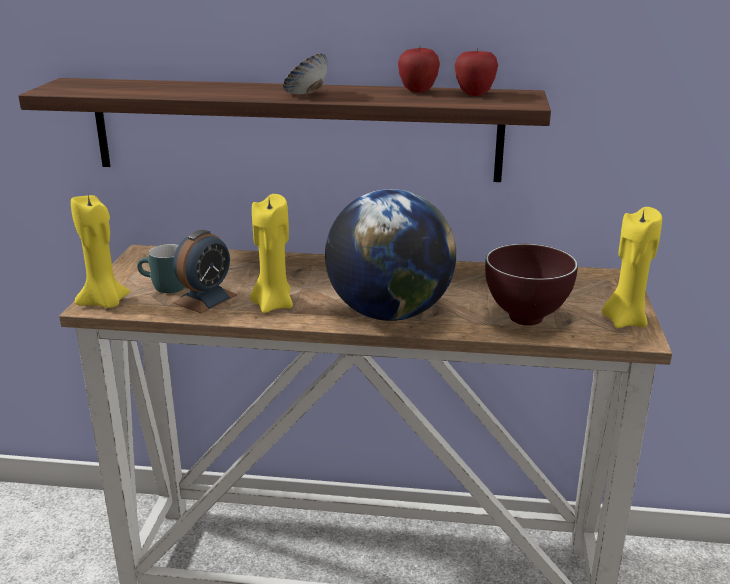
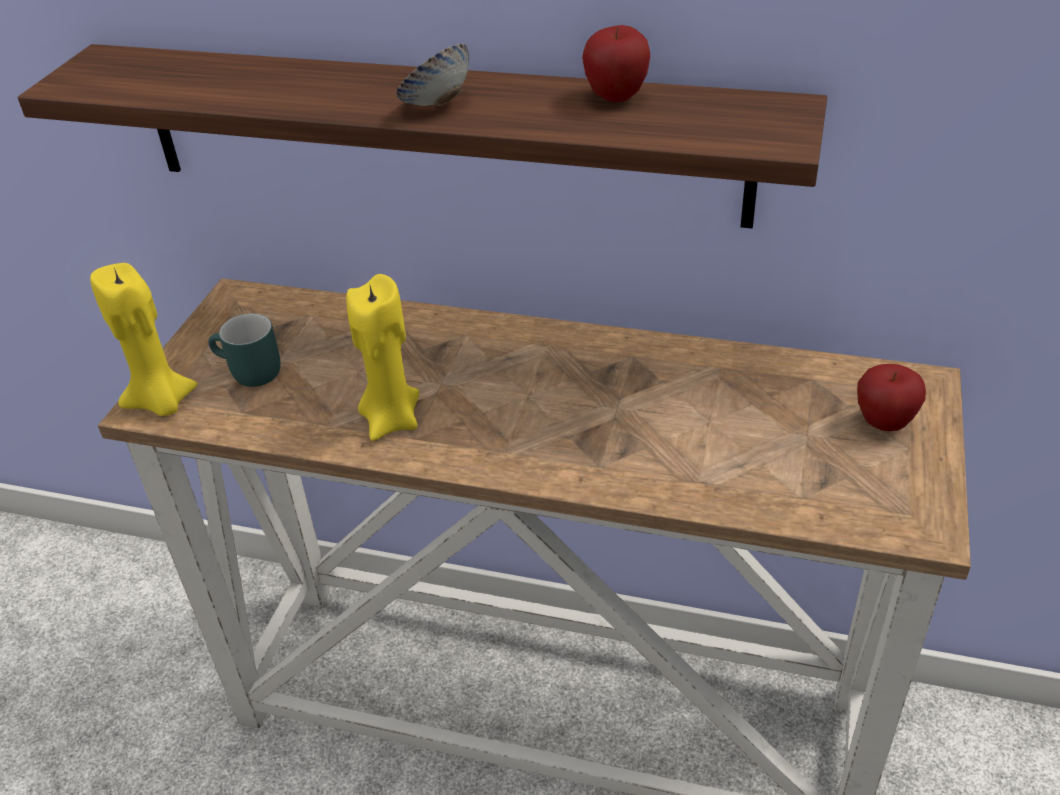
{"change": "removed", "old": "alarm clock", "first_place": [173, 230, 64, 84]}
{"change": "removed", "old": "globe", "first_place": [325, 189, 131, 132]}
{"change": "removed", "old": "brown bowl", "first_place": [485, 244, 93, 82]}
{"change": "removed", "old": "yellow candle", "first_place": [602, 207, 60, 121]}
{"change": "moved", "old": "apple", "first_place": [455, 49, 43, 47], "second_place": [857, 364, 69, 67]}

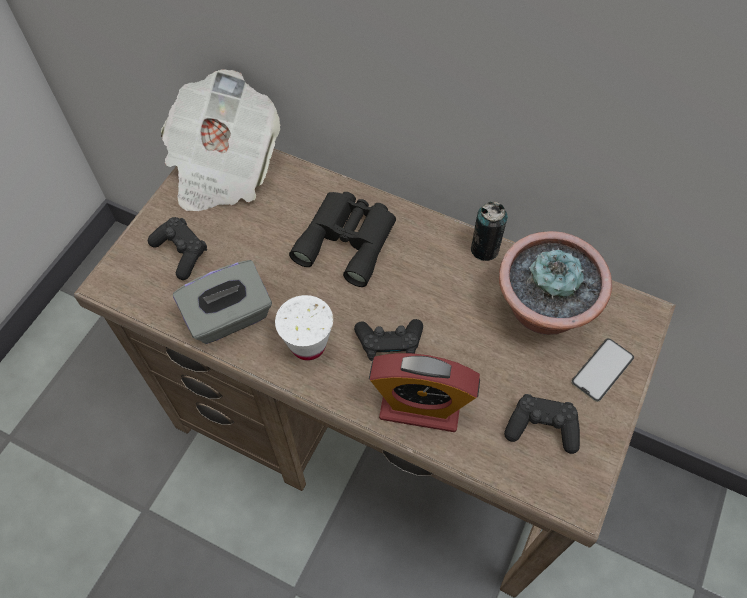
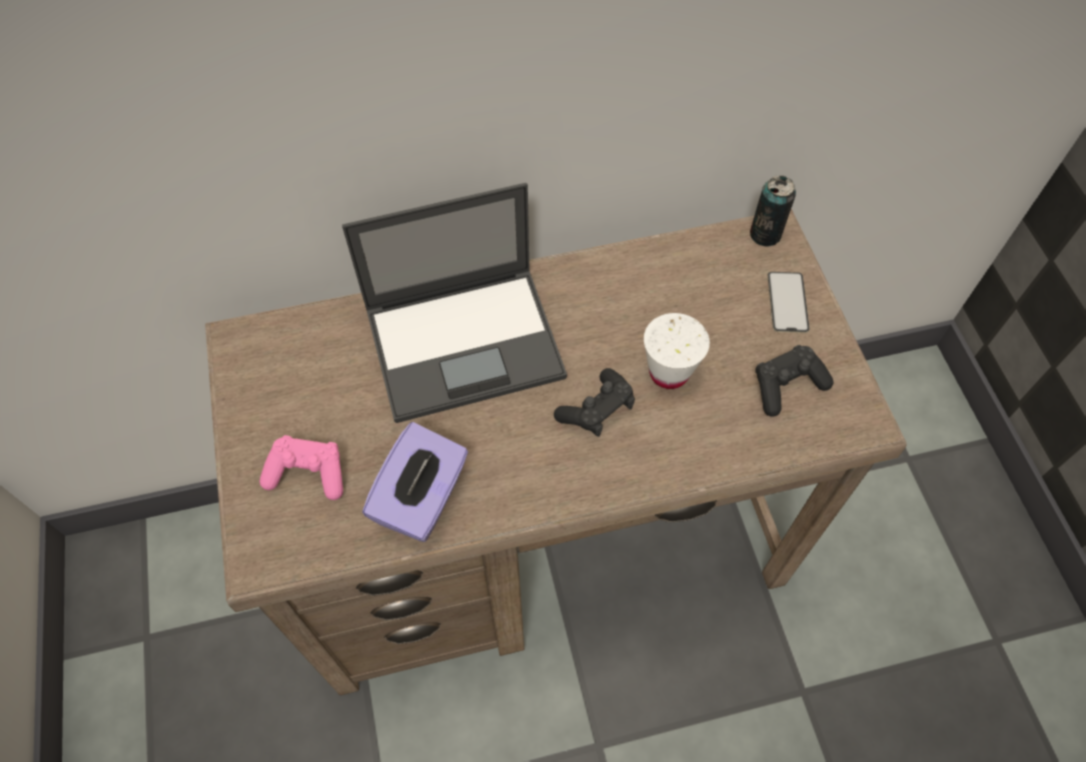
{"change": "removed", "old": "newspaper", "first_place": [161, 69, 119, 142]}
{"change": "removed", "old": "alarm clock", "first_place": [369, 353, 111, 79]}
{"change": "removed", "old": "potted plant", "first_place": [499, 231, 113, 104]}
{"change": "moved", "old": "white cup", "first_place": [275, 295, 58, 66], "second_place": [644, 313, 66, 76]}
{"change": "moved", "old": "can", "first_place": [471, 202, 37, 59], "second_place": [750, 176, 46, 71]}
{"change": "replaced", "old": "black binoculars", "new": "laptop", "first_place": [289, 192, 107, 95], "second_place": [342, 183, 225, 240]}
{"change": "recoloured", "old": "black game controller", "new": "pink game controller", "first_place": [148, 217, 59, 63], "second_place": [259, 435, 84, 65]}
{"change": "recoloured", "old": "grey tissue box", "new": "purple tissue box", "first_place": [173, 260, 99, 84], "second_place": [362, 422, 106, 120]}

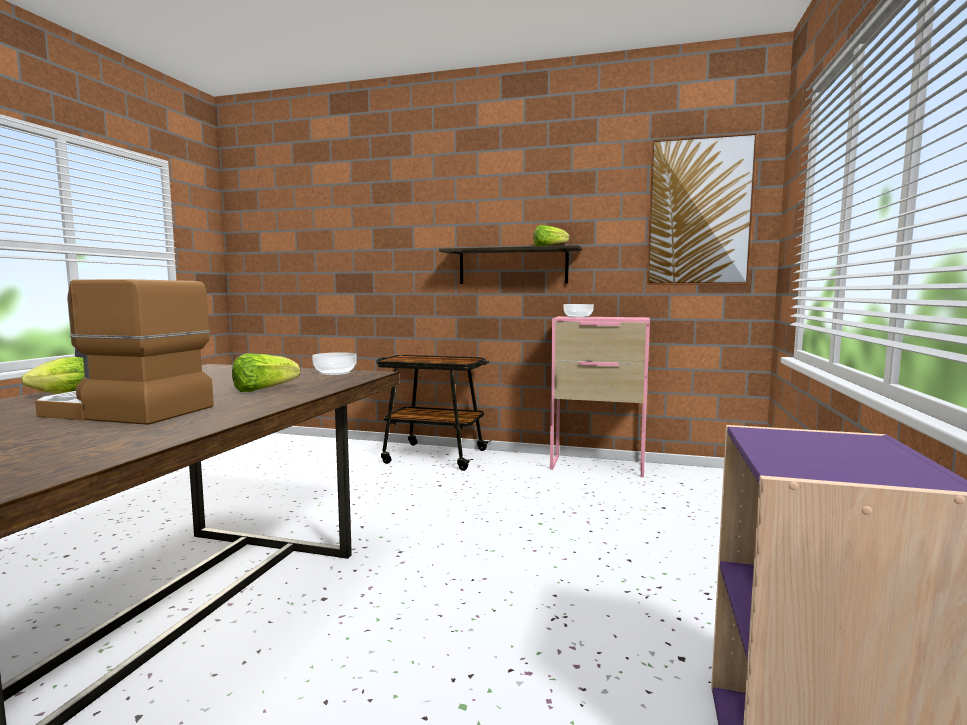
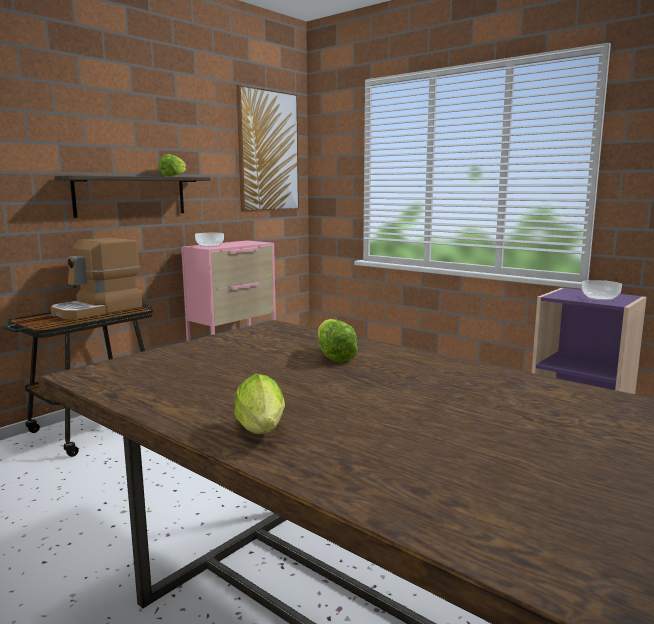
{"change": "moved", "old": "coffee machine", "first_place": [35, 279, 179, 146], "second_place": [51, 238, 91, 81]}
{"change": "moved", "old": "bowl", "first_place": [312, 352, 45, 23], "second_place": [582, 280, 40, 21]}

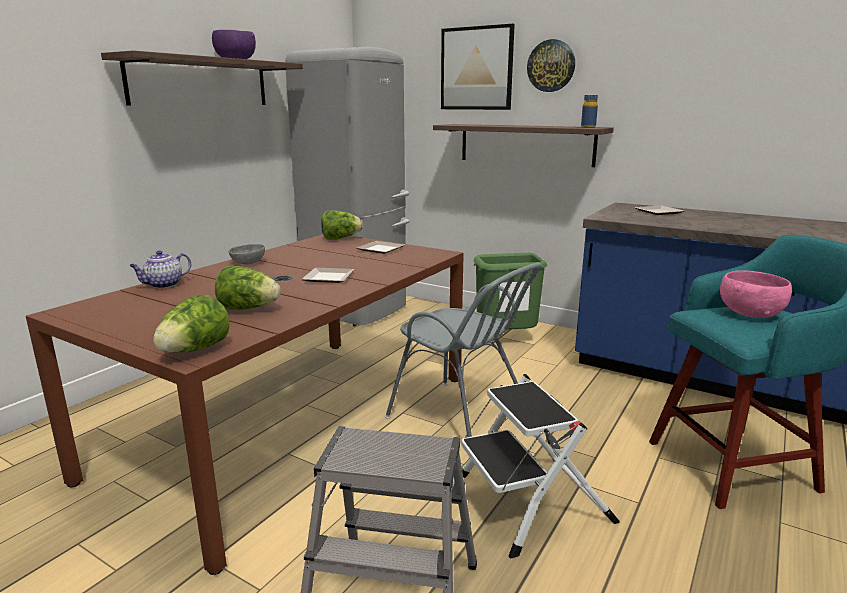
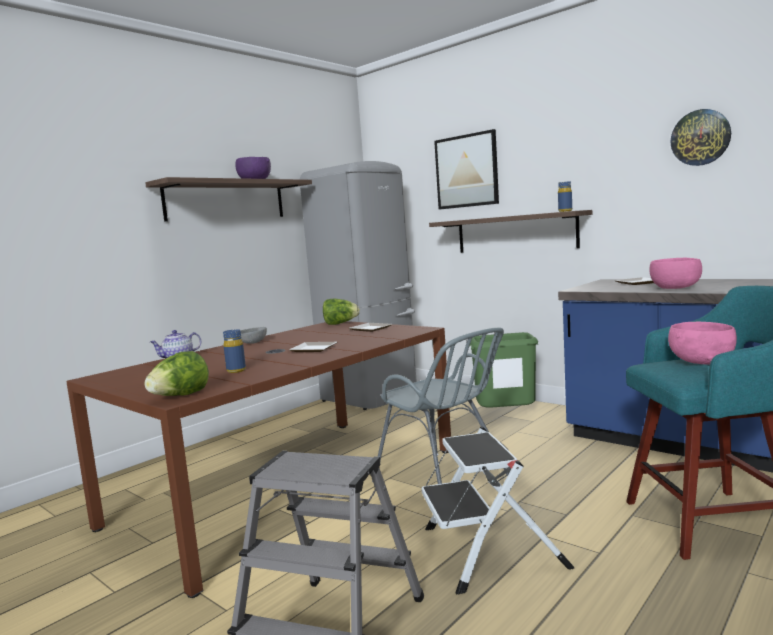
{"change": "added", "new": "pink bowl", "second_place": [649, 258, 53, 31]}
{"change": "moved", "old": "wall clock", "first_place": [527, 39, 48, 53], "second_place": [670, 109, 61, 57]}
{"change": "replaced", "old": "lettuce", "new": "blue bottle", "first_place": [215, 266, 66, 44], "second_place": [223, 329, 23, 44]}

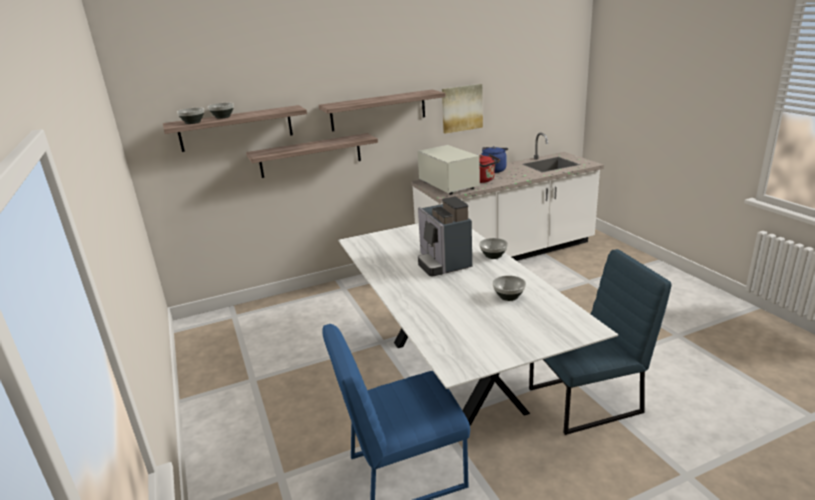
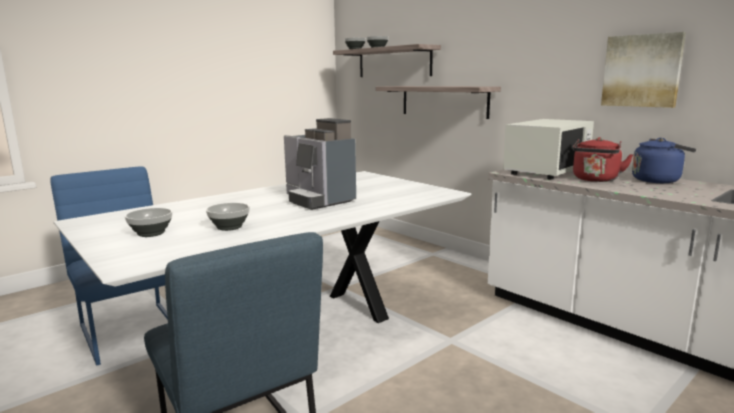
{"change": "removed", "old": "shelf", "first_place": [319, 89, 127, 42]}
{"change": "moved", "old": "bowl", "first_place": [479, 238, 29, 21], "second_place": [125, 208, 47, 29]}
{"change": "turned", "old": "coffee machine", "first_place": [418, 197, 54, 80], "second_place": [284, 118, 72, 92], "degrees": -90}

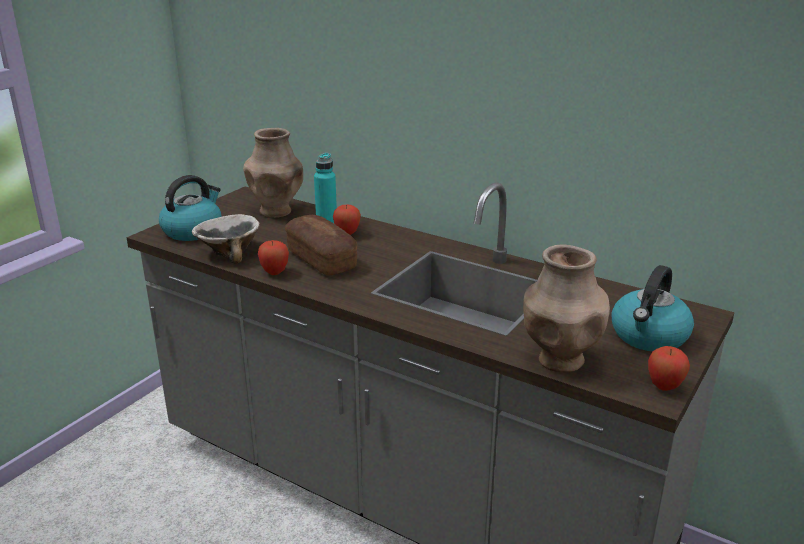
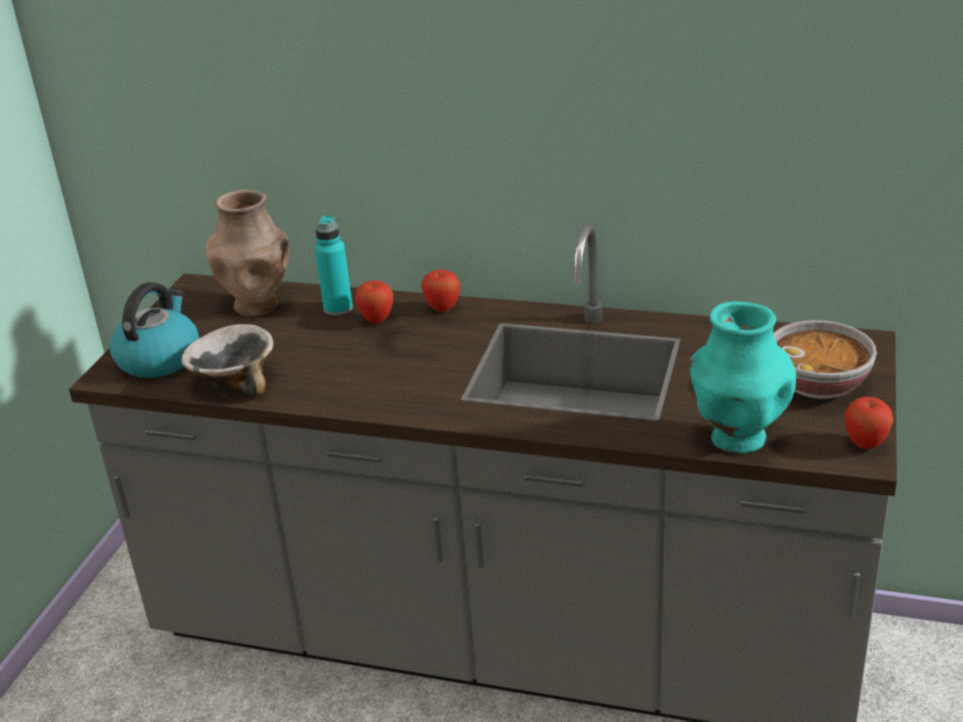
{"change": "removed", "old": "bread", "first_place": [285, 215, 72, 61]}
{"change": "moved", "old": "apple", "first_place": [258, 240, 31, 35], "second_place": [421, 270, 39, 42]}
{"change": "replaced", "old": "kettle", "new": "bowl", "first_place": [611, 265, 83, 86], "second_place": [773, 320, 104, 79]}
{"change": "recoloured", "old": "brown vase", "new": "turquoise vase", "first_place": [523, 244, 87, 129], "second_place": [689, 301, 107, 153]}

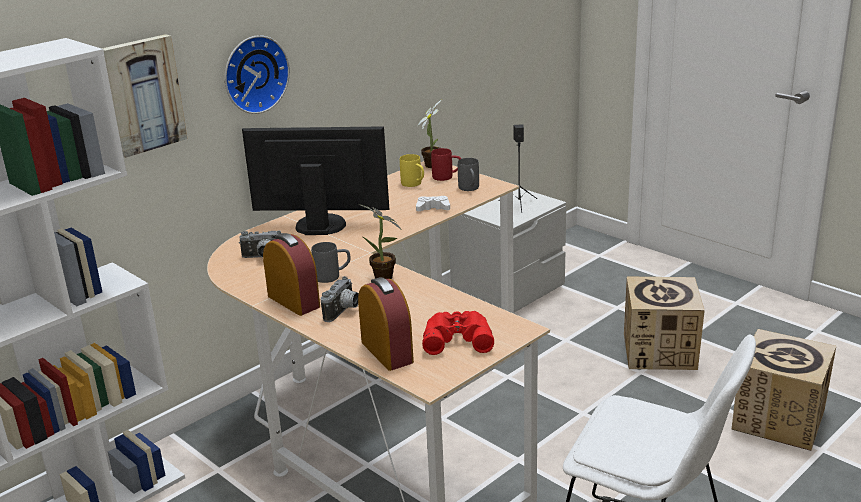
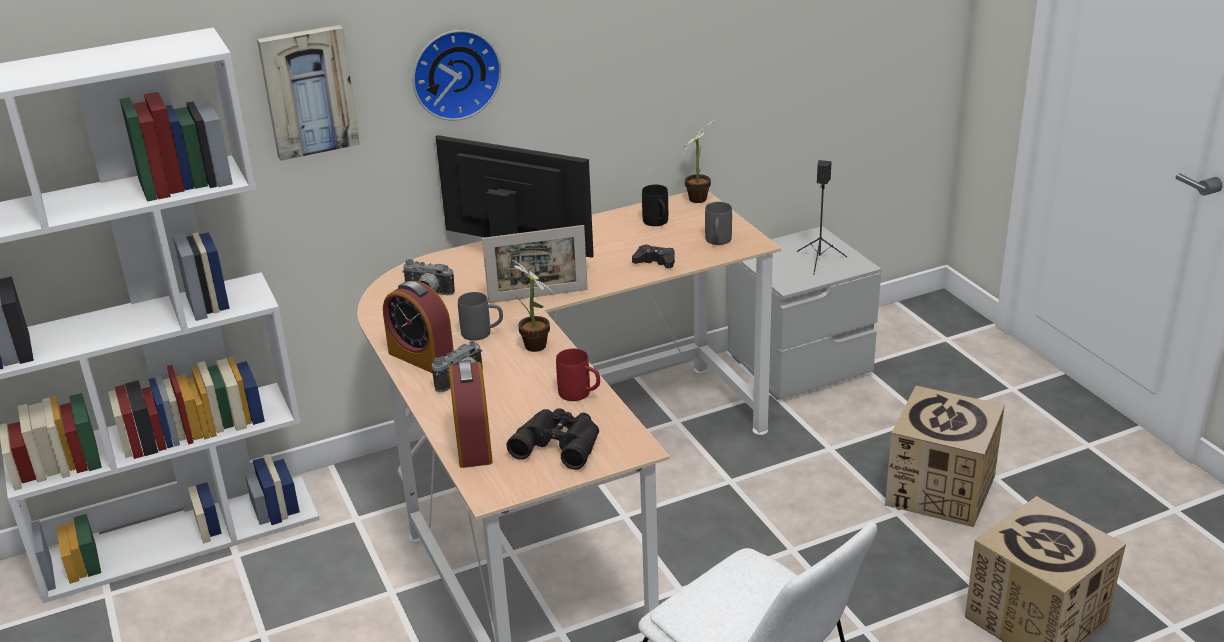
{"change": "added", "new": "picture frame", "second_place": [482, 225, 106, 78]}
{"change": "moved", "old": "red mug", "first_place": [431, 148, 30, 33], "second_place": [556, 349, 44, 52]}
{"change": "recoloured", "old": "yellow mug", "new": "black mug", "first_place": [400, 154, 24, 33], "second_place": [642, 184, 26, 42]}
{"change": "recoloured", "old": "white game controller", "new": "black game controller", "first_place": [416, 196, 34, 15], "second_place": [632, 244, 43, 24]}
{"change": "recoloured", "old": "red binoculars", "new": "black binoculars", "first_place": [422, 311, 72, 44], "second_place": [507, 409, 92, 61]}
{"change": "turned", "old": "alarm clock", "first_place": [263, 233, 57, 83], "second_place": [383, 281, 71, 92], "degrees": 150}

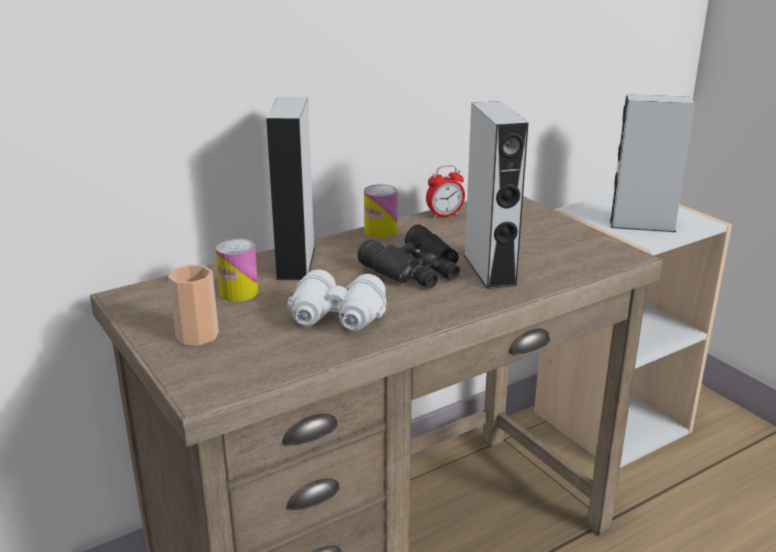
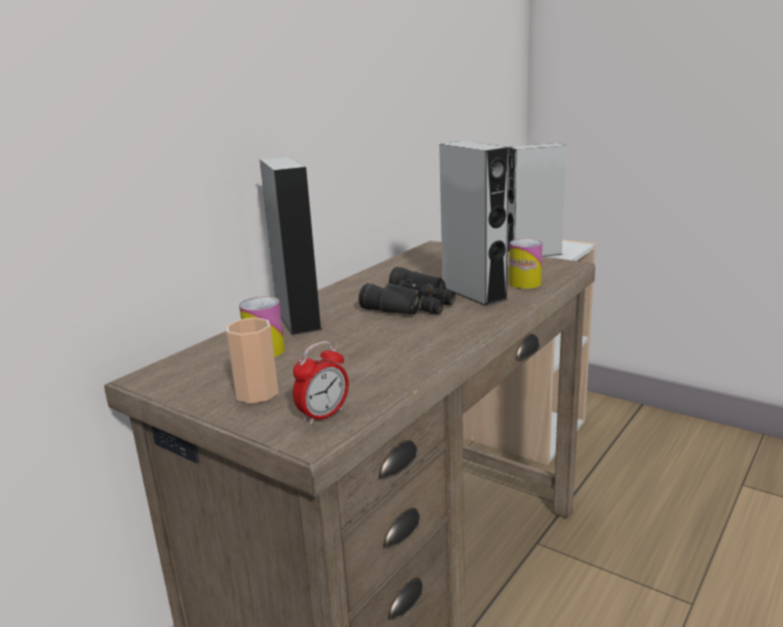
{"change": "removed", "old": "white binoculars", "first_place": [287, 269, 99, 61]}
{"change": "moved", "old": "can", "first_place": [364, 184, 33, 54], "second_place": [509, 238, 33, 51]}
{"change": "moved", "old": "alarm clock", "first_place": [426, 165, 39, 54], "second_place": [293, 341, 56, 84]}

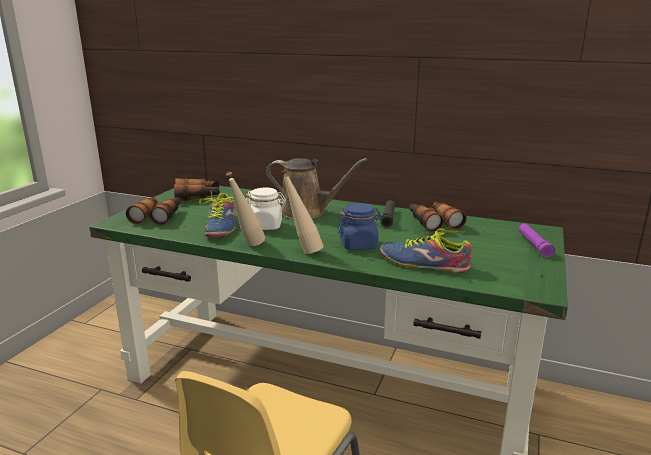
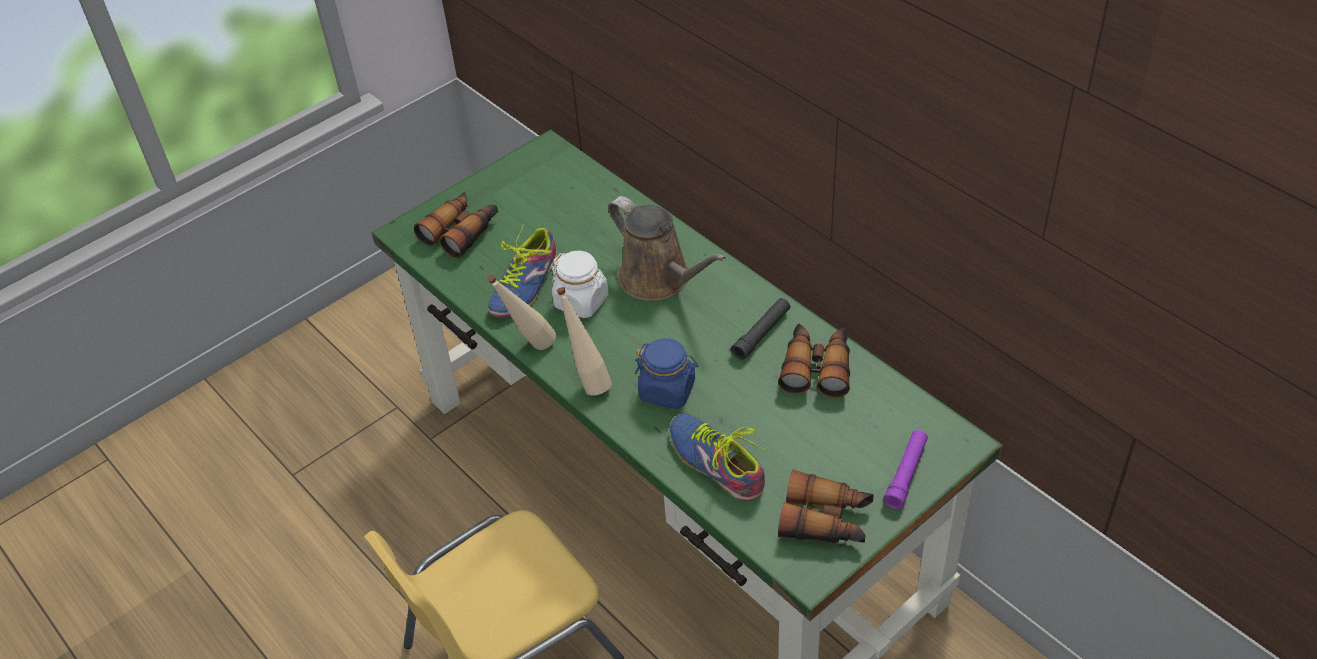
{"change": "moved", "old": "binoculars", "first_place": [174, 178, 46, 23], "second_place": [778, 470, 96, 73]}

